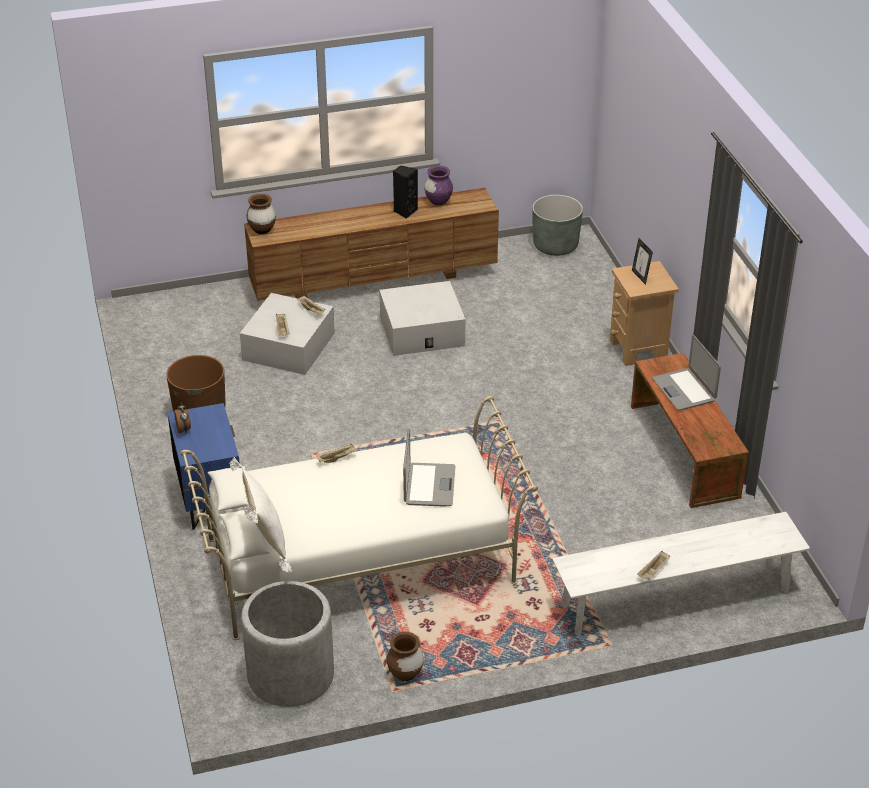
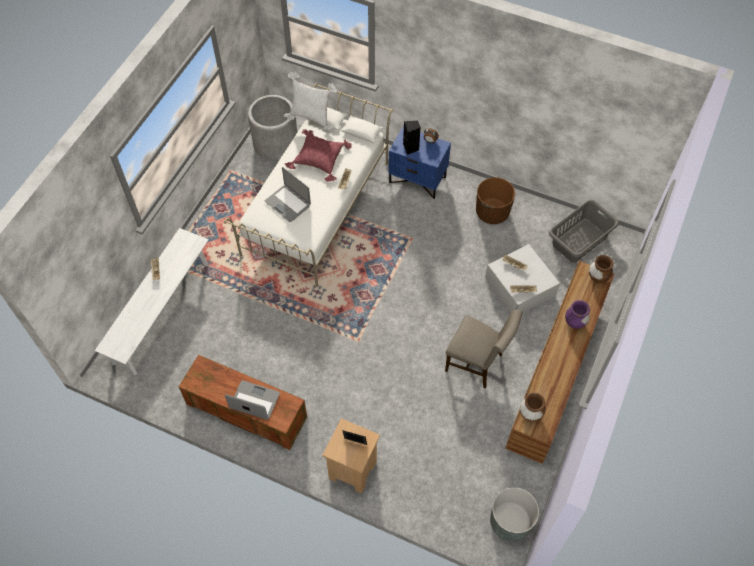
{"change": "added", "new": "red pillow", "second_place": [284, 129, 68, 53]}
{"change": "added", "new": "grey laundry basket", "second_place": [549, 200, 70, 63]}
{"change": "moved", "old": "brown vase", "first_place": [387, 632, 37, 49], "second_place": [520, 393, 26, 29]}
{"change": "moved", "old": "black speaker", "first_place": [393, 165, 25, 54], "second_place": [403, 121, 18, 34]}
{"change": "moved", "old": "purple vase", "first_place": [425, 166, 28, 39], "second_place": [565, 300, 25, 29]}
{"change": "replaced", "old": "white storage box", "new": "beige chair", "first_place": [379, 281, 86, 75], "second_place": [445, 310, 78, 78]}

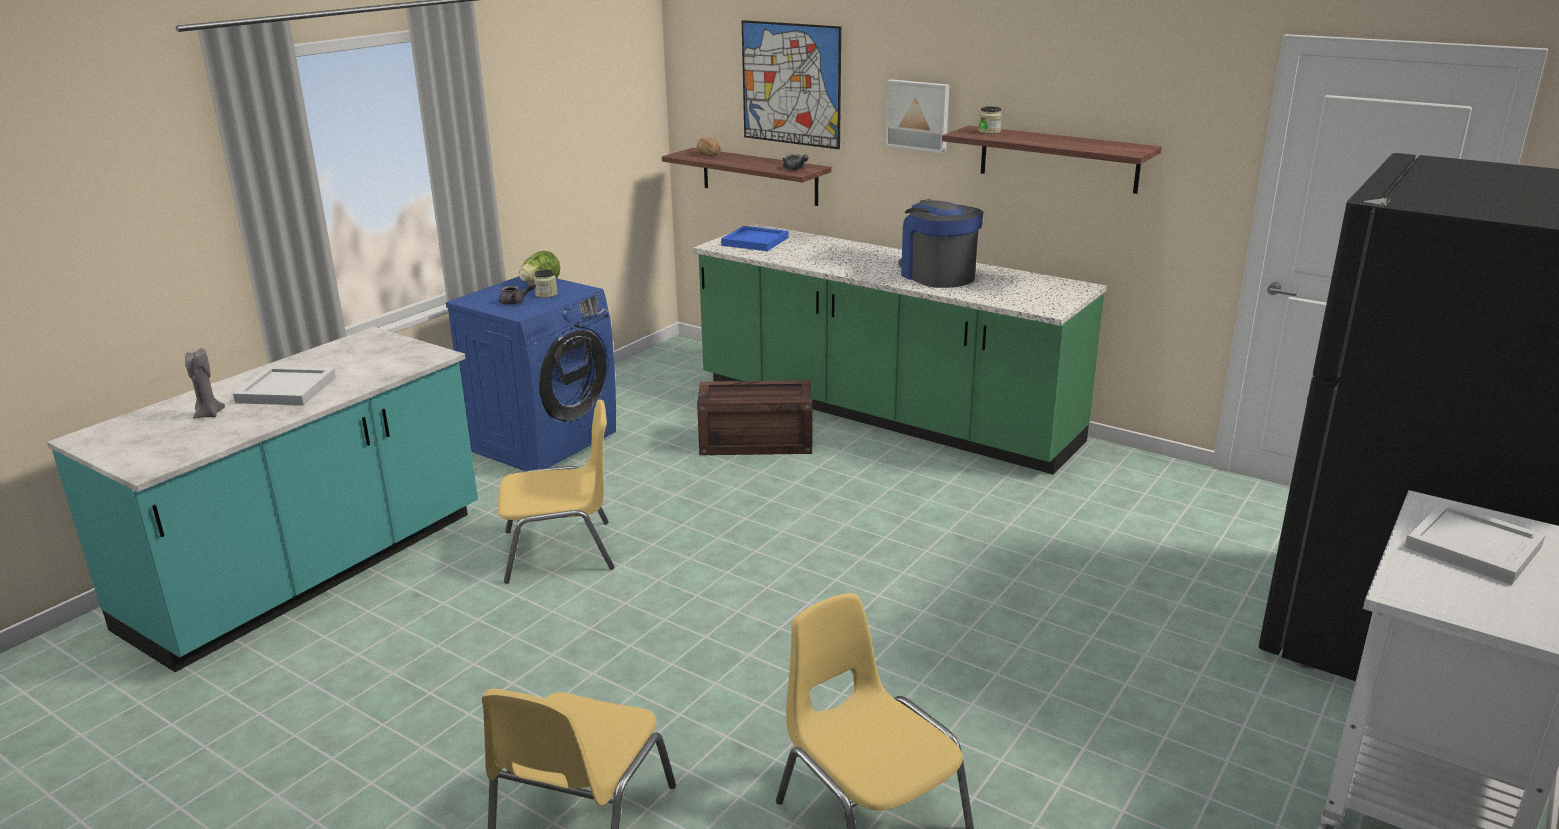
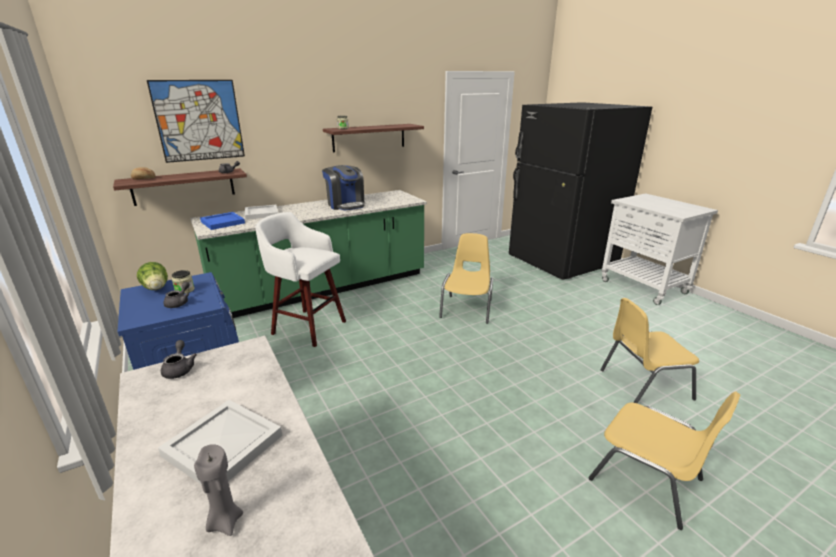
{"change": "removed", "old": "picture", "first_place": [885, 79, 64, 74]}
{"change": "added", "new": "grey teapot", "second_place": [161, 340, 36, 39]}
{"change": "moved", "old": "yellow chair", "first_place": [498, 400, 117, 184], "second_place": [439, 233, 54, 91]}
{"change": "moved", "old": "white tray", "first_place": [1404, 502, 142, 83], "second_place": [245, 205, 33, 15]}
{"change": "replaced", "old": "crate", "new": "white stool", "first_place": [697, 380, 115, 75], "second_place": [255, 212, 91, 135]}
{"change": "turned", "old": "coffee machine", "first_place": [899, 199, 84, 89], "second_place": [322, 165, 43, 45], "degrees": -120}

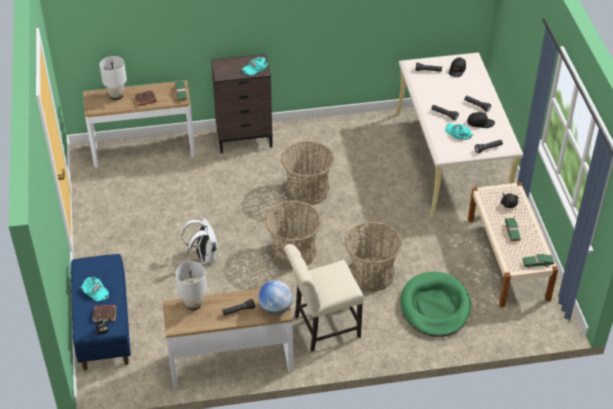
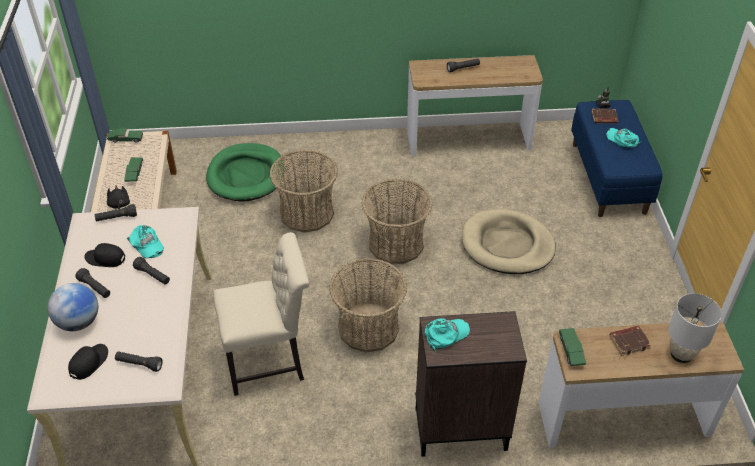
{"change": "removed", "old": "white table lamp", "first_place": [175, 261, 32, 49]}
{"change": "moved", "old": "globe", "first_place": [258, 280, 35, 35], "second_place": [47, 283, 51, 48]}
{"change": "moved", "old": "beige chair", "first_place": [284, 244, 80, 108], "second_place": [213, 232, 96, 164]}
{"change": "replaced", "old": "white backpack", "new": "beige dog bed", "first_place": [182, 218, 36, 46], "second_place": [462, 209, 94, 65]}

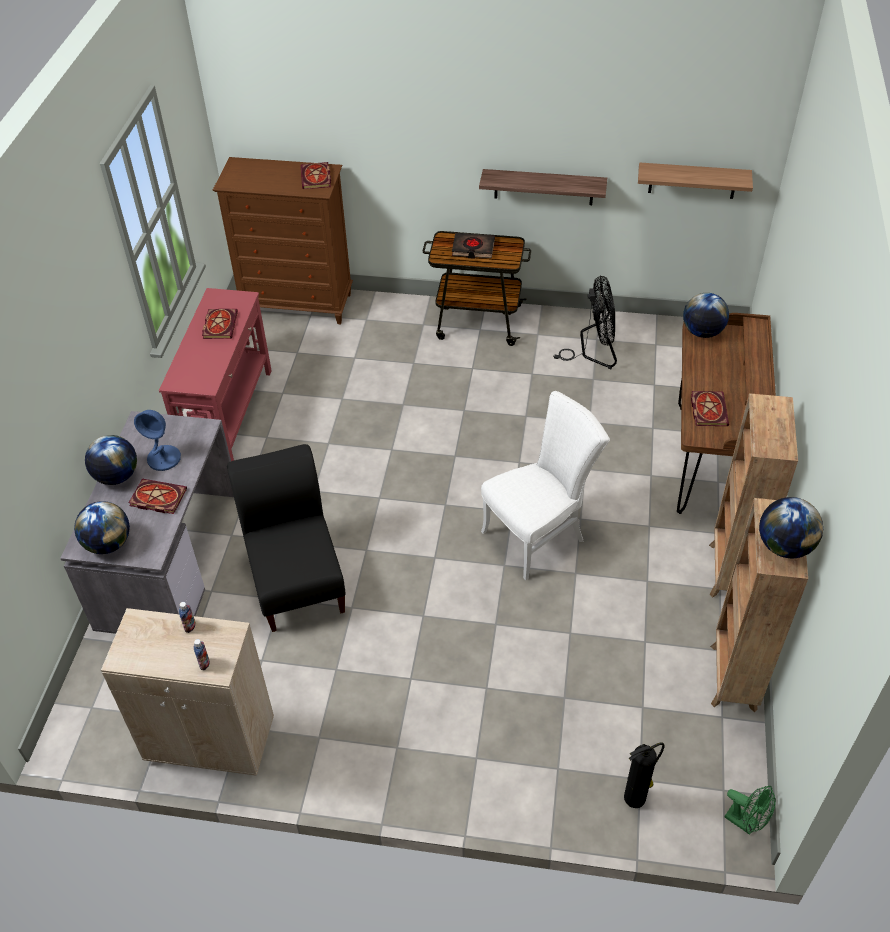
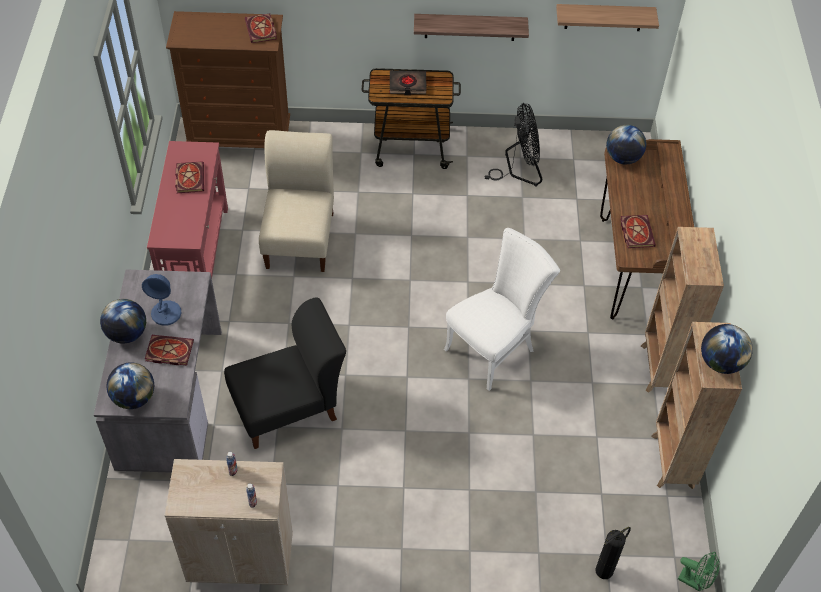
{"change": "added", "new": "beige chair", "second_place": [259, 130, 75, 142]}
{"change": "turned", "old": "black chair", "first_place": [227, 444, 119, 188], "second_place": [224, 297, 122, 152], "degrees": 90}

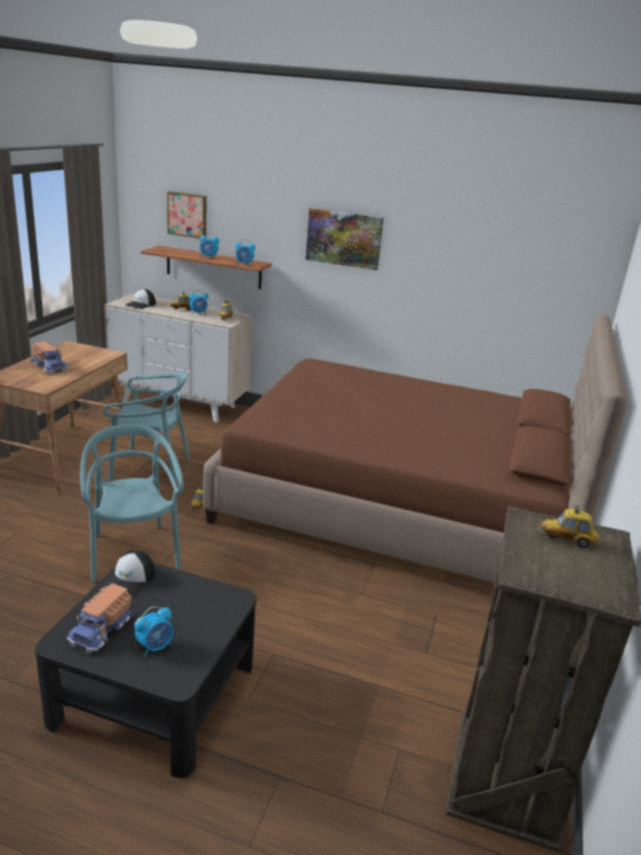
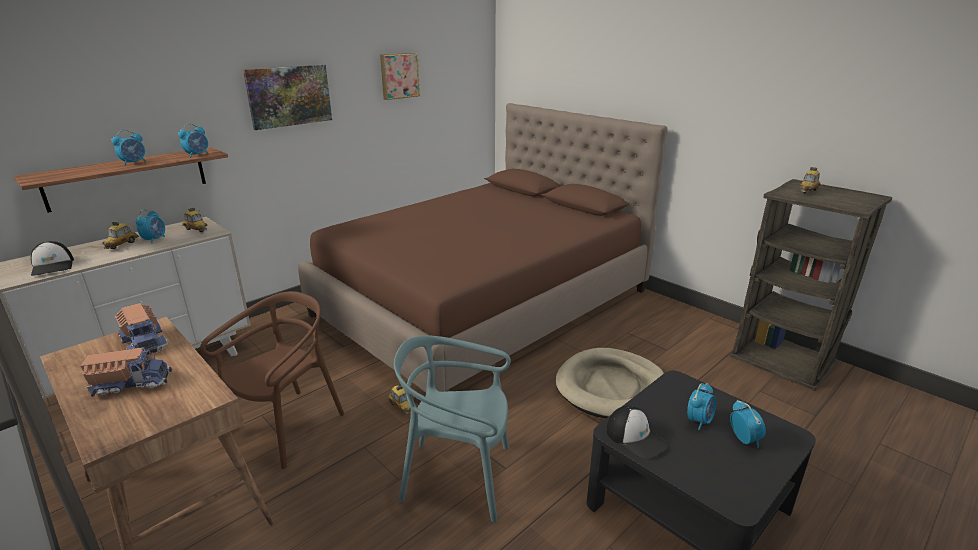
{"change": "added", "new": "beige dog bed", "second_place": [556, 348, 108, 70]}
{"change": "added", "new": "alarm clock", "second_place": [687, 383, 29, 47]}
{"change": "moved", "old": "toy truck", "first_place": [67, 583, 67, 70], "second_place": [115, 303, 53, 52]}
{"change": "moved", "old": "picture", "first_place": [167, 191, 40, 48], "second_place": [380, 53, 40, 47]}
{"change": "recoloured", "old": "turquoise chair", "new": "brown chair", "first_place": [103, 372, 87, 112], "second_place": [200, 291, 144, 178]}

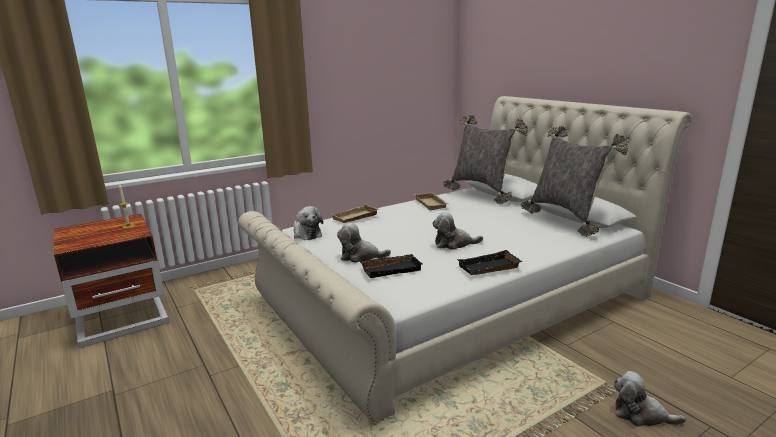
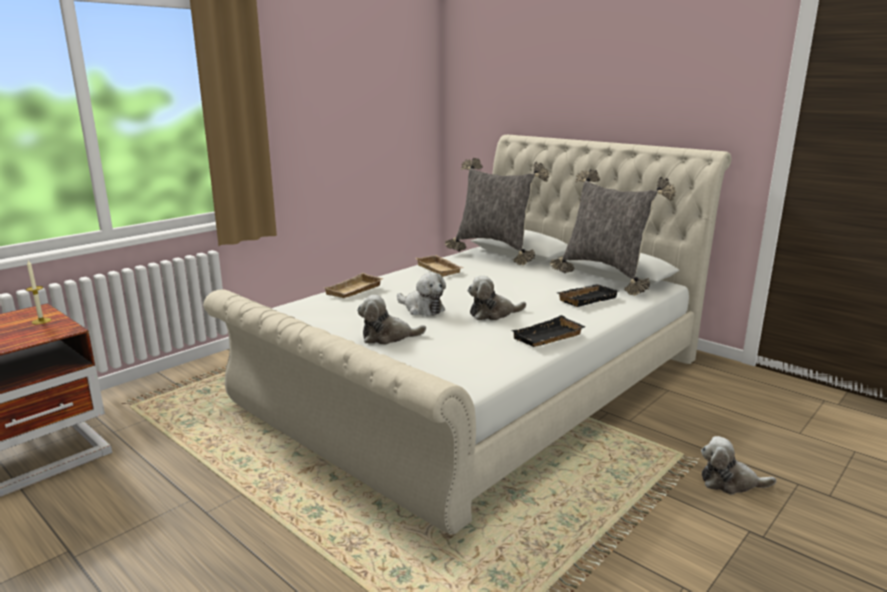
{"change": "moved", "old": "plush toy", "first_place": [293, 206, 30, 34], "second_place": [397, 272, 49, 44]}
{"change": "moved", "old": "black tray", "first_place": [360, 254, 62, 24], "second_place": [556, 284, 63, 23]}

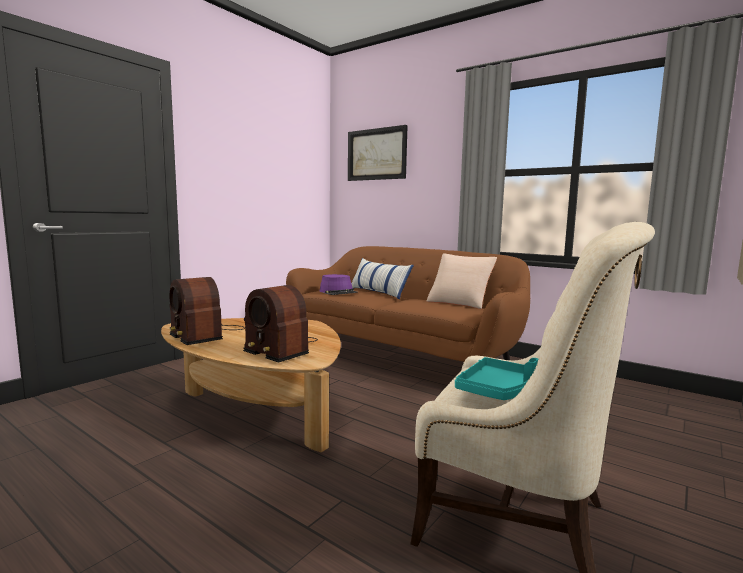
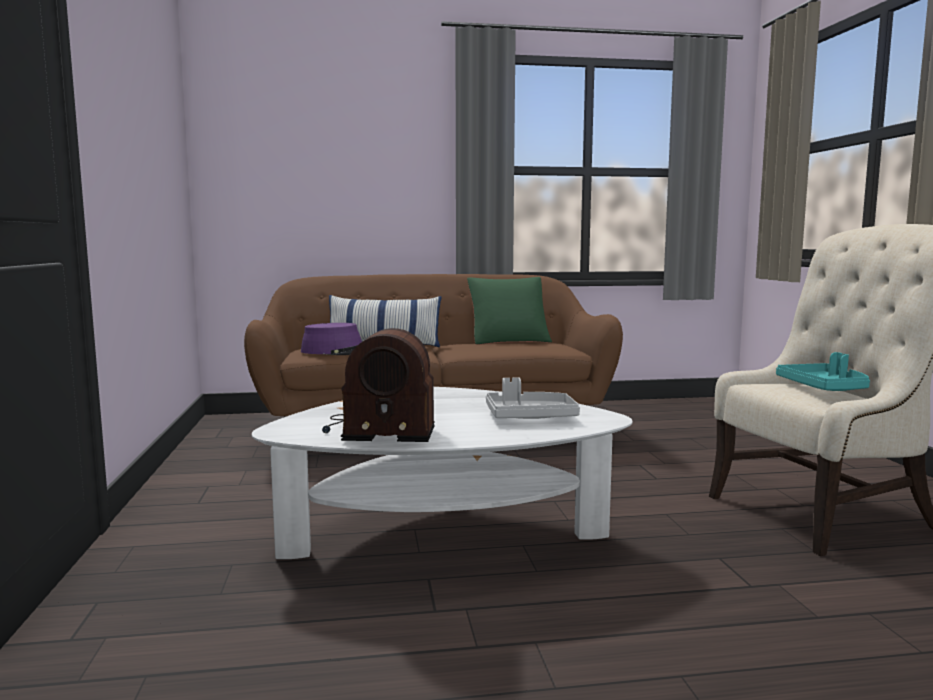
{"change": "removed", "old": "picture", "first_place": [348, 125, 60, 56]}
{"change": "replaced", "old": "radio", "new": "grey tray", "first_place": [243, 285, 75, 78], "second_place": [486, 377, 94, 42]}
{"change": "recoloured", "old": "brown coffee table", "new": "white coffee table", "first_place": [161, 318, 180, 134], "second_place": [252, 387, 381, 172]}
{"change": "recoloured", "old": "beige pillow", "new": "green pillow", "first_place": [427, 253, 70, 56], "second_place": [467, 277, 85, 68]}

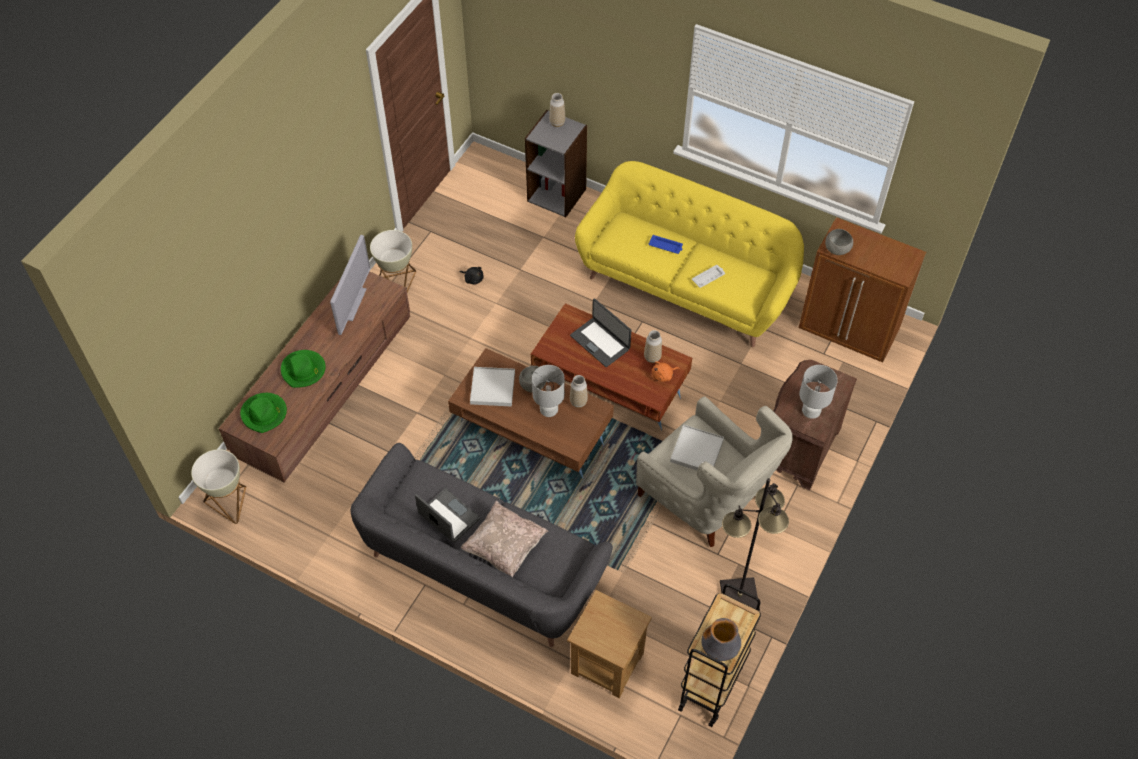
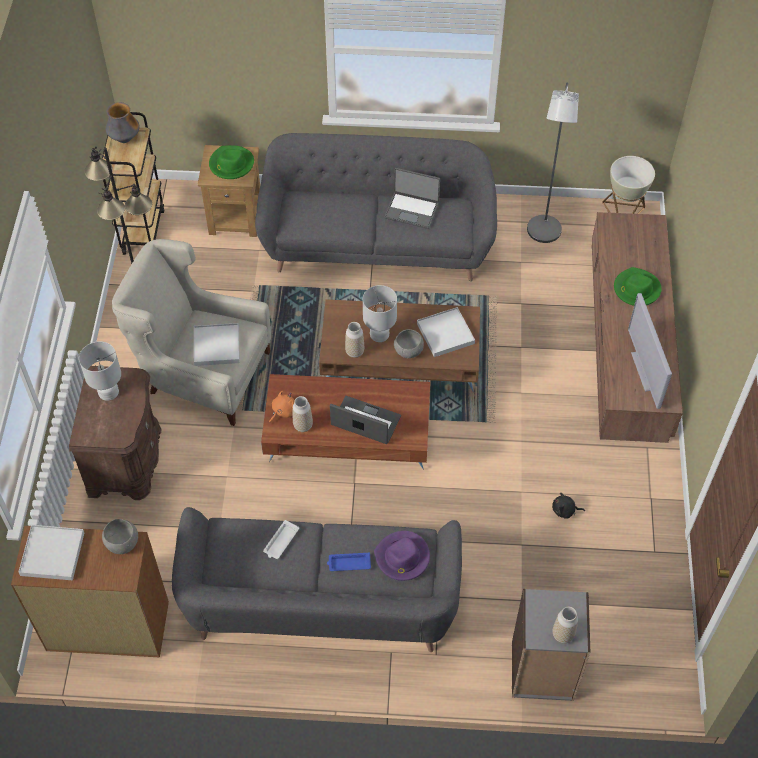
{"change": "removed", "old": "planter", "first_place": [370, 230, 46, 63]}
{"change": "removed", "old": "beige pillow", "first_place": [461, 500, 87, 77]}
{"change": "added", "new": "white tray", "second_place": [19, 525, 65, 55]}
{"change": "added", "new": "purple hat", "second_place": [374, 531, 56, 50]}
{"change": "added", "new": "grey floor lamp", "second_place": [527, 82, 52, 161]}
{"change": "moved", "old": "green hat", "first_place": [240, 393, 47, 40], "second_place": [209, 145, 45, 34]}
{"change": "recoloured", "old": "yellow sofa", "new": "grey sofa", "first_place": [575, 161, 229, 187], "second_place": [172, 507, 290, 145]}

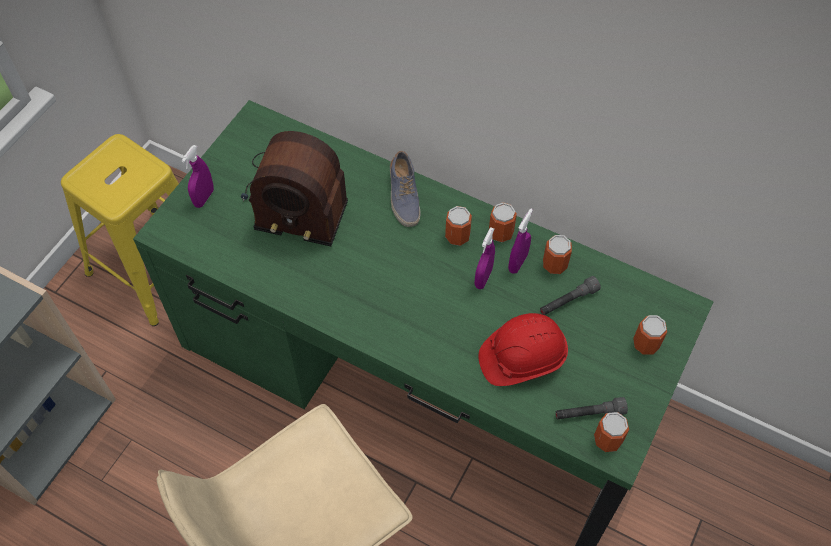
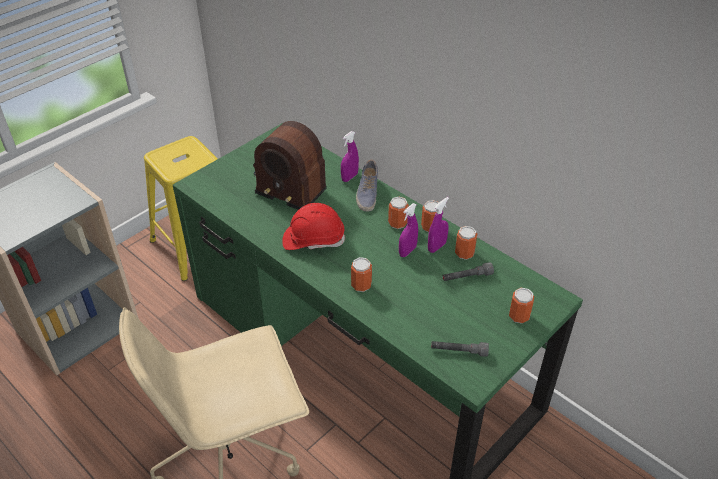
{"change": "moved", "old": "purple spray bottle", "first_place": [182, 145, 32, 63], "second_place": [341, 131, 18, 51]}
{"change": "moved", "old": "red hard hat", "first_place": [478, 313, 90, 73], "second_place": [282, 203, 63, 47]}
{"change": "moved", "old": "can", "first_place": [594, 412, 35, 40], "second_place": [351, 257, 21, 35]}

